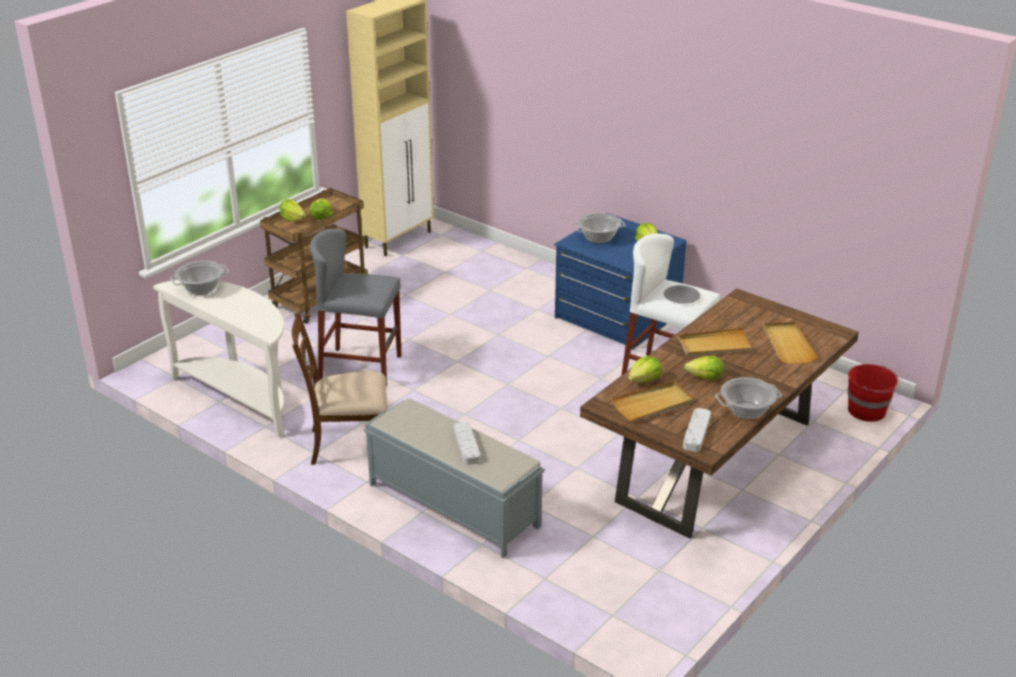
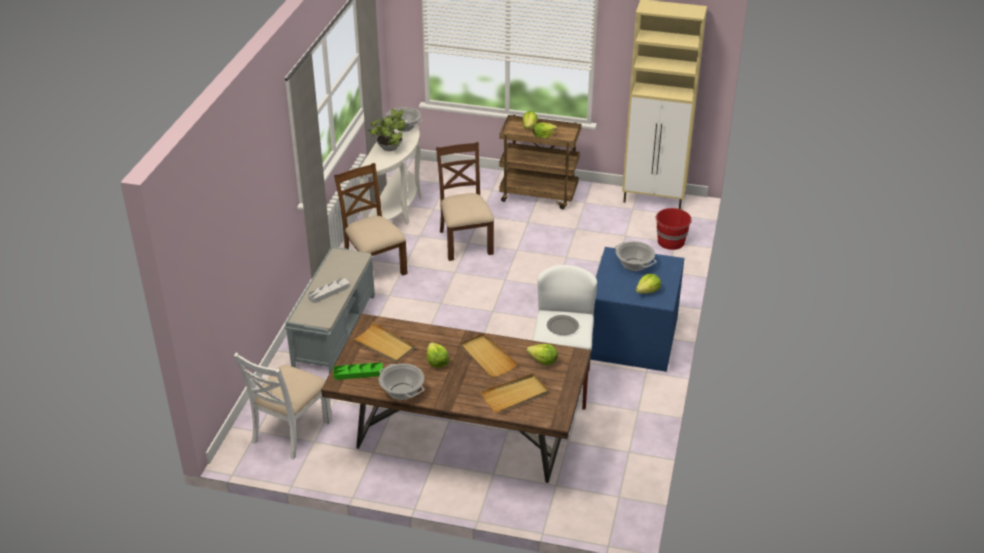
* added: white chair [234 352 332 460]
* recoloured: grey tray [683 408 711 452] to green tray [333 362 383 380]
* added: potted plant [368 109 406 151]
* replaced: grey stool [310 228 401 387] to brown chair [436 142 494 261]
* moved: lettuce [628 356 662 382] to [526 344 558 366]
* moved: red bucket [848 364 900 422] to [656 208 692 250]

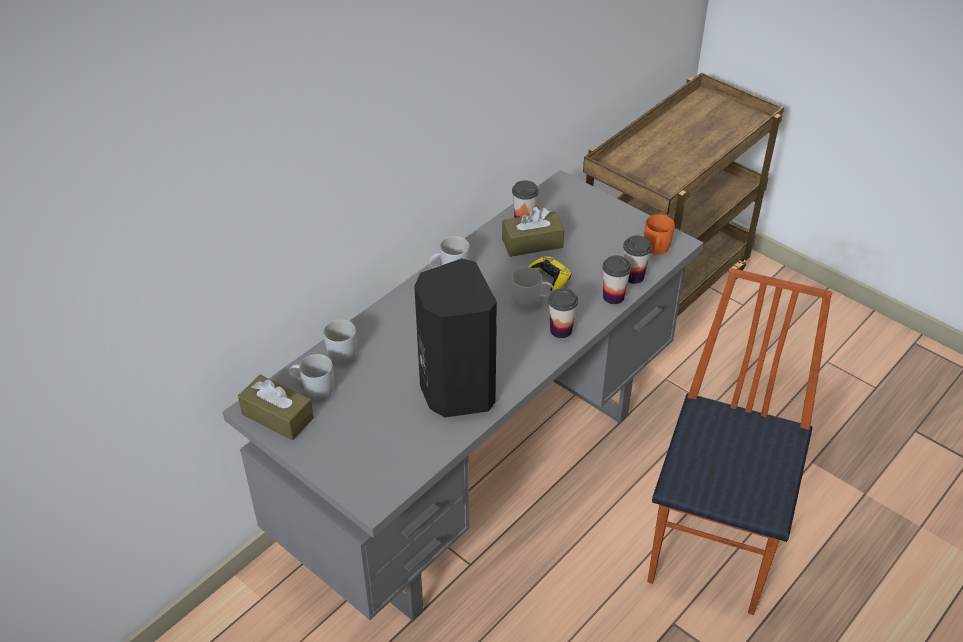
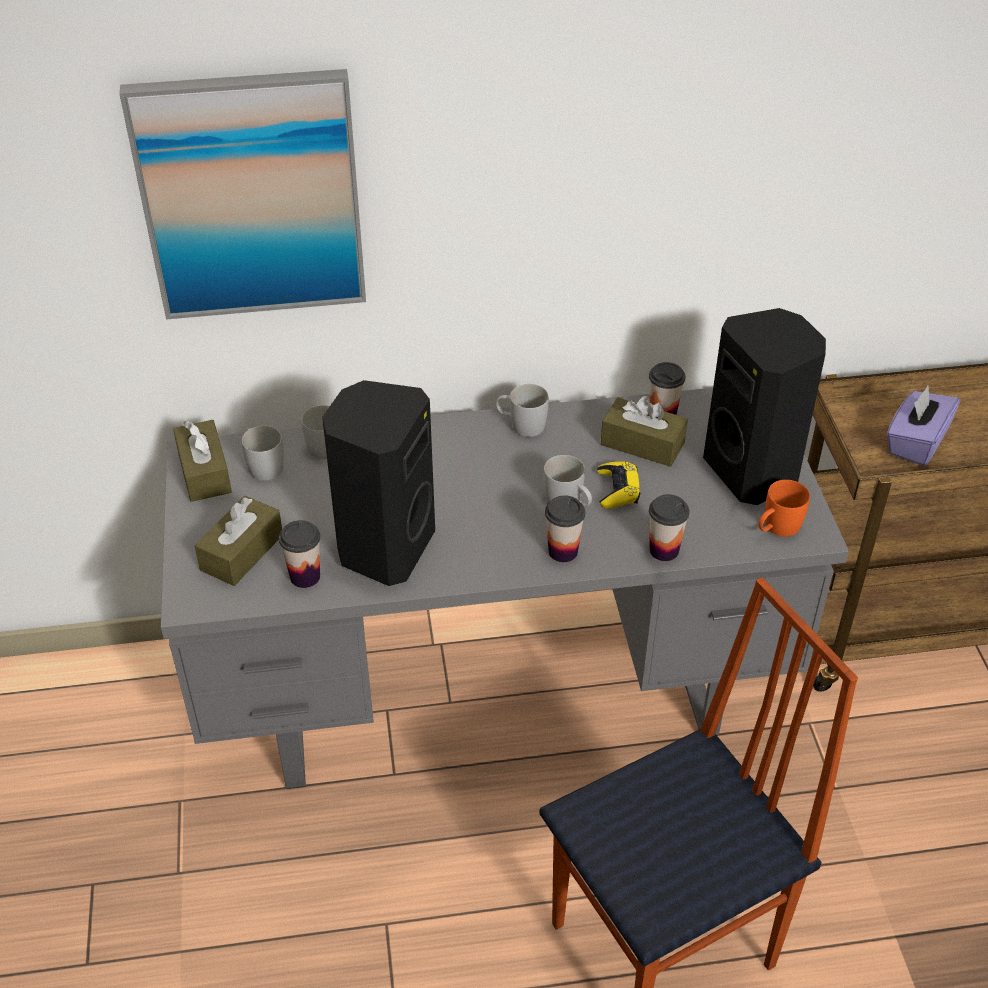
* added: picture [119 69 366 319]
* added: brown tissue box [194 496 282 586]
* moved: cup [623 235 652 284] to [279 520 320 588]
* added: black speaker [703 308 826 505]
* added: purple tissue box [887 386 960 466]

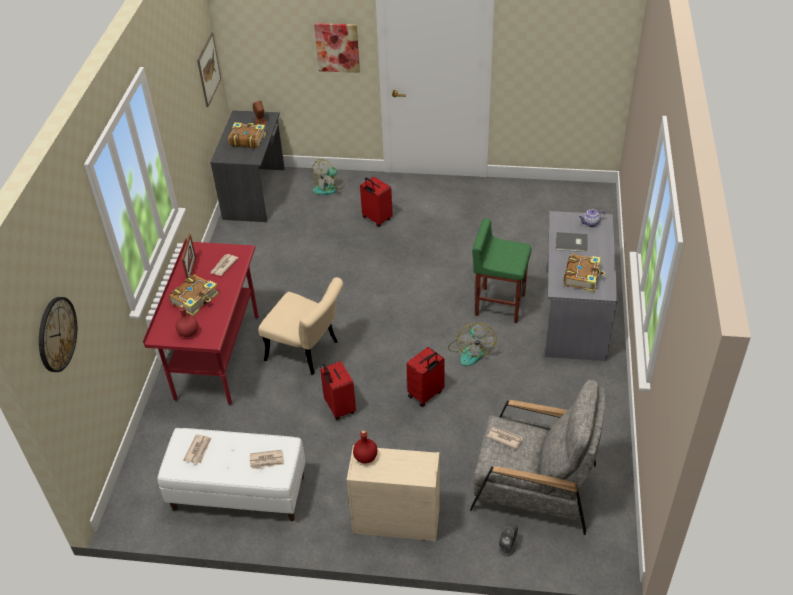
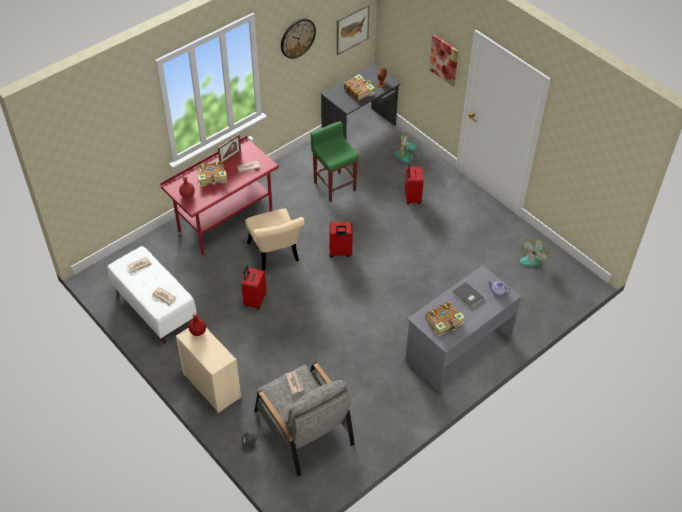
* moved: wall clock [39 297 77 372] to [281 18 316 59]
* moved: green stool [472 219 531 323] to [311 121 359 202]
* moved: red suitcase [407 347 445 407] to [329 222 353 258]
* moved: fan [448 323 497 366] to [520 237 549 267]

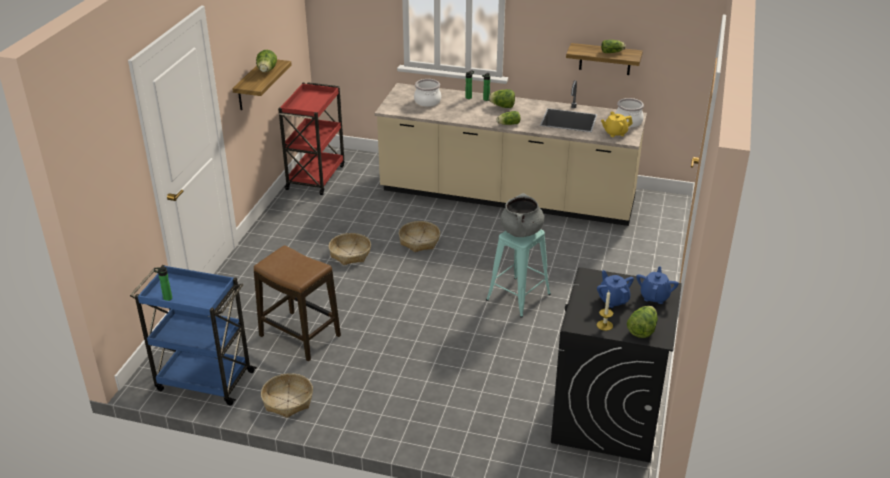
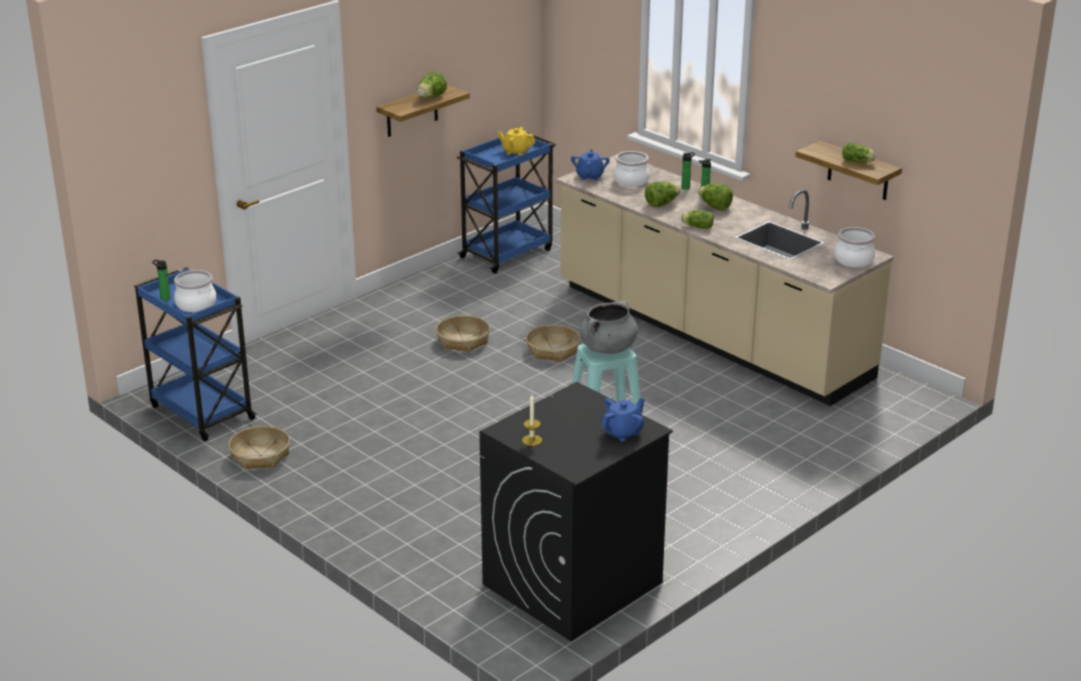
* added: cooking pot [174 270 216 312]
* recoloured: red cart [278 82 345 195] to blue cart [457 132 556 274]
* moved: yellow teapot [601 111 633 137] to [497 127 535 156]
* moved: blue teapot [597 270 634 308] to [571 149 610 181]
* moved: lettuce [627 306 658 338] to [645 181 680 207]
* removed: stool [254 245 341 361]

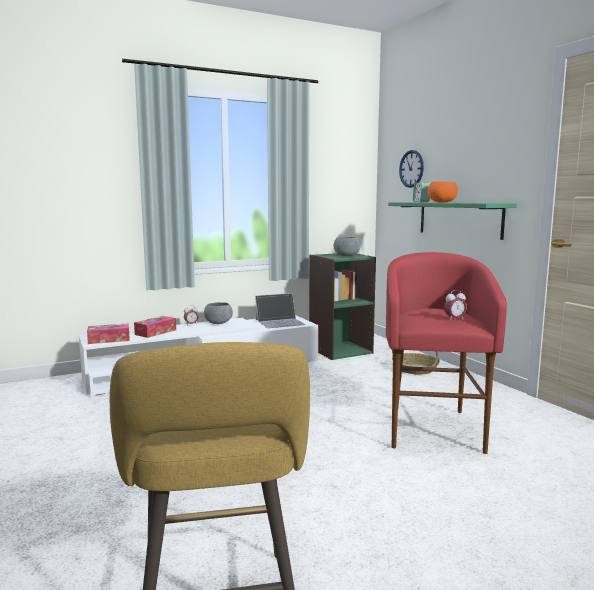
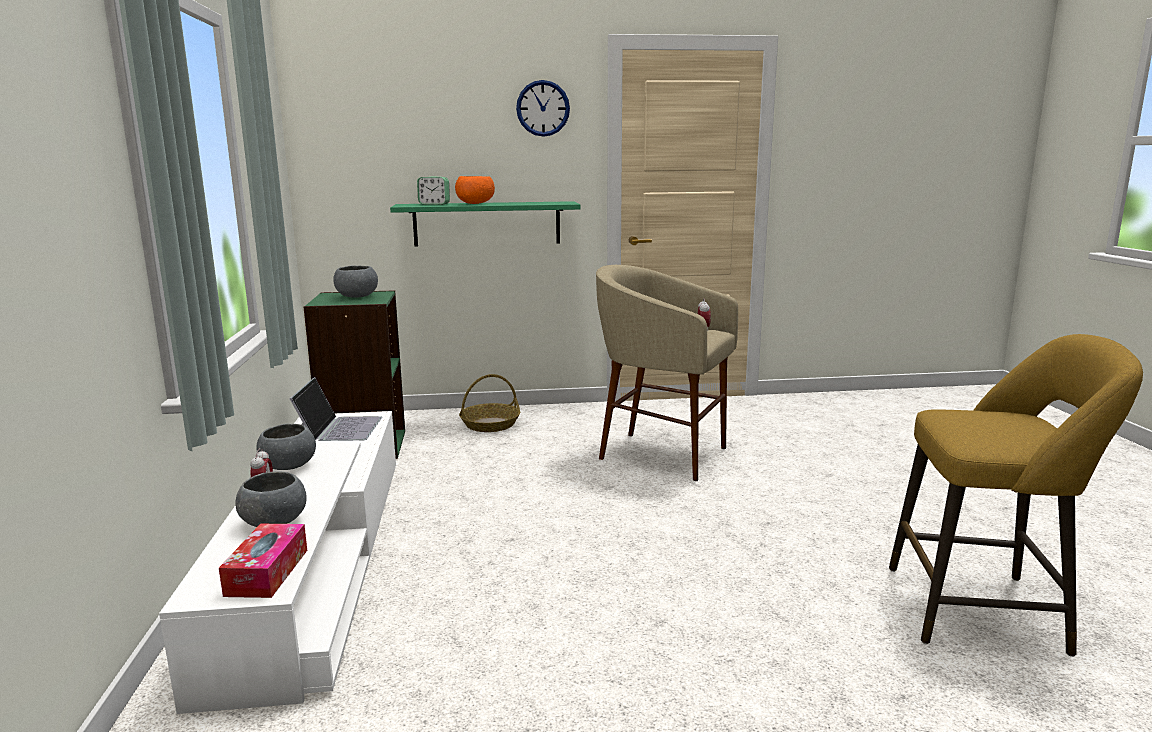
* replaced: tissue box [134 316 176 338] to grey bowl [235 471 307 527]
* moved: wall clock [399 150 424 188] to [516 80 570 137]
* recoloured: red stool [386 252 507 454] to beige stool [596 265 738 481]

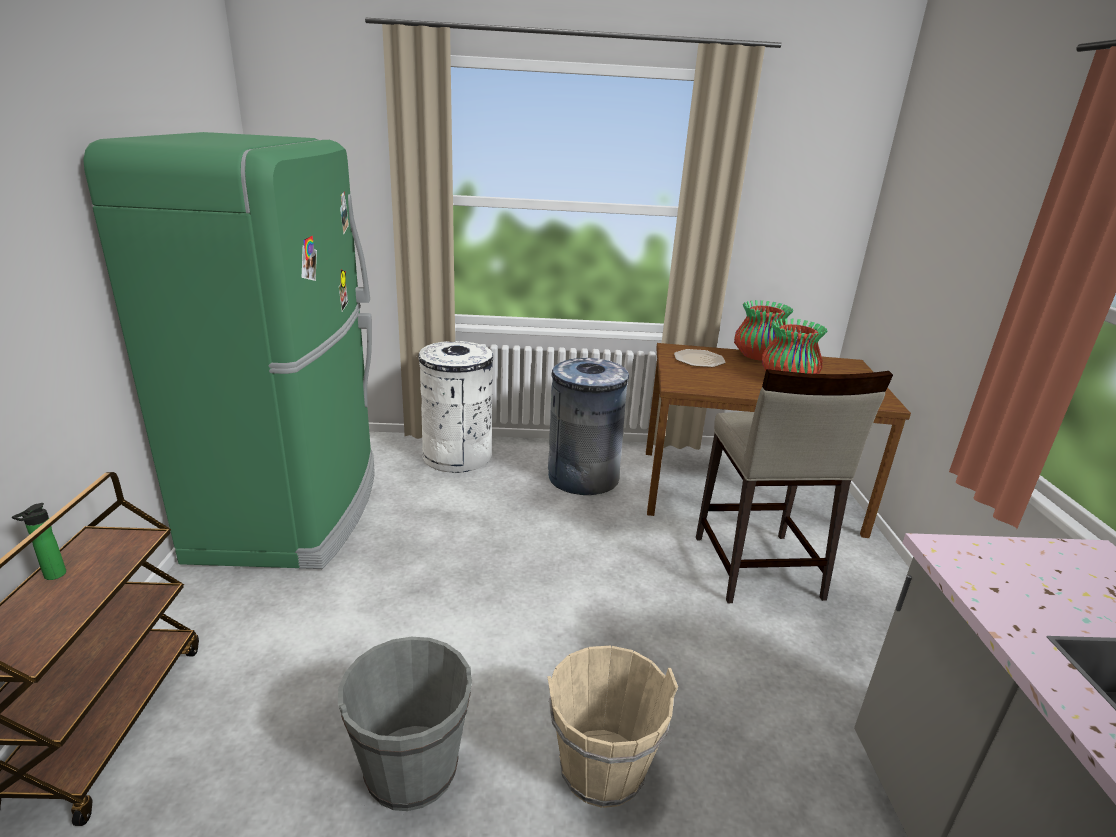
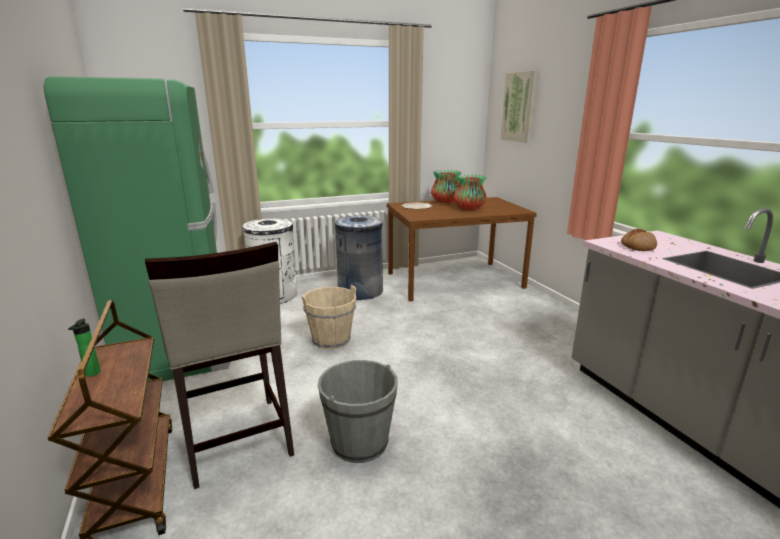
* moved: beige stool [696 369 893 603] to [145 242 294 489]
* moved: beige bucket [548 646 678 808] to [301 285 356 350]
* added: picture [500 70 538 143]
* added: bread [621 228 657 251]

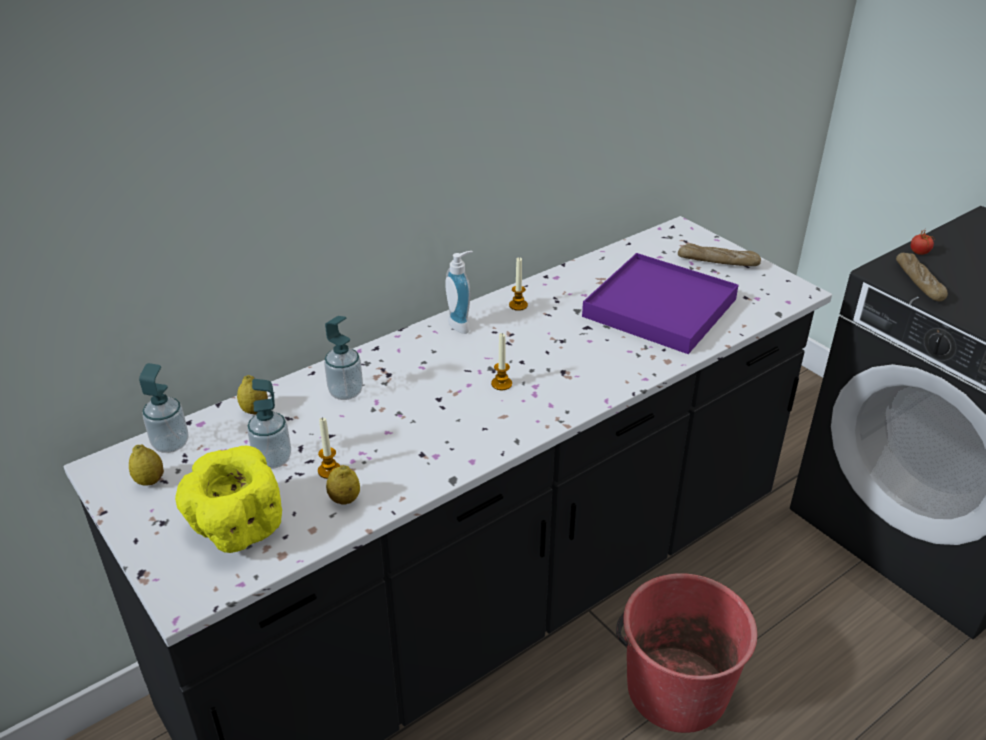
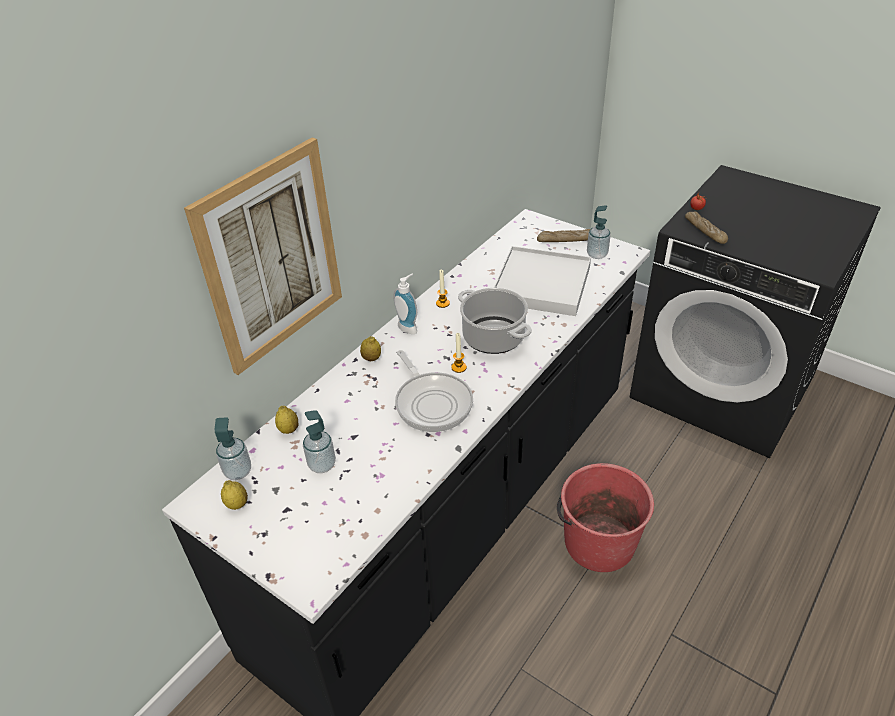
* added: picture [184 137 342 375]
* moved: lemon [326 465 360 505] to [360 336 381 361]
* added: frying pan [395 350 473 432]
* added: cooking pot [458 288 532 354]
* recoloured: purple tray [582 253 738 354] to white tray [494 246 591 316]
* moved: soap dispenser [324 316 363 400] to [587 205 611 259]
* removed: yellow bowl [175 446 282 553]
* removed: candle [318 417 340 479]

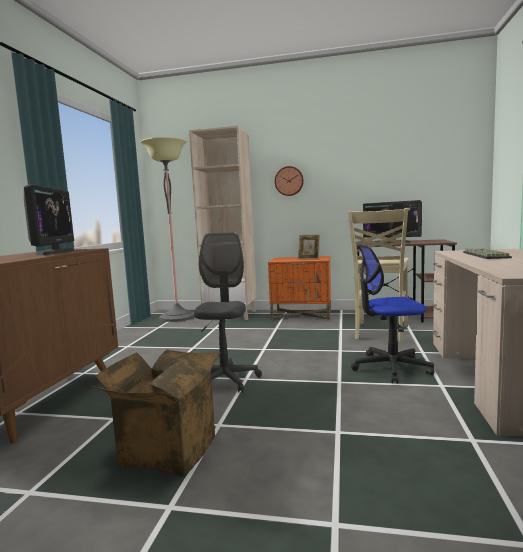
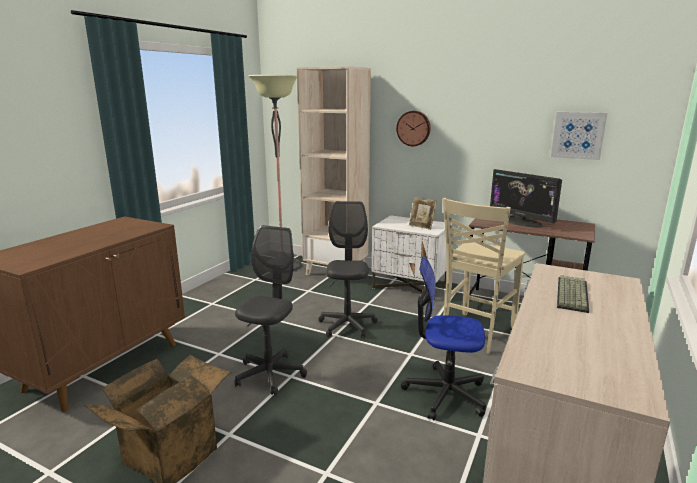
* added: grey office chair [319 201 378 337]
* recoloured: orange nightstand [268 256 331 320] to white nightstand [372 215 452 301]
* added: picture [551 112 607 160]
* removed: monitor [24 184 74 255]

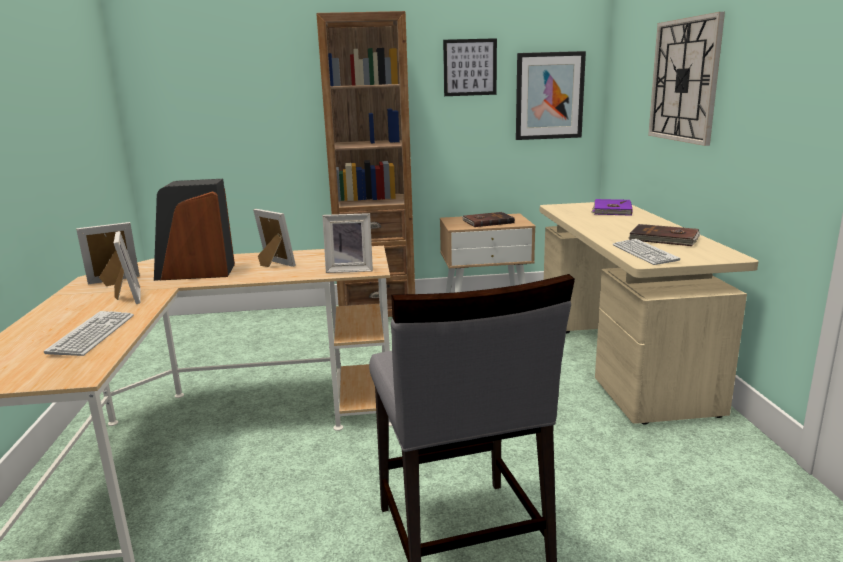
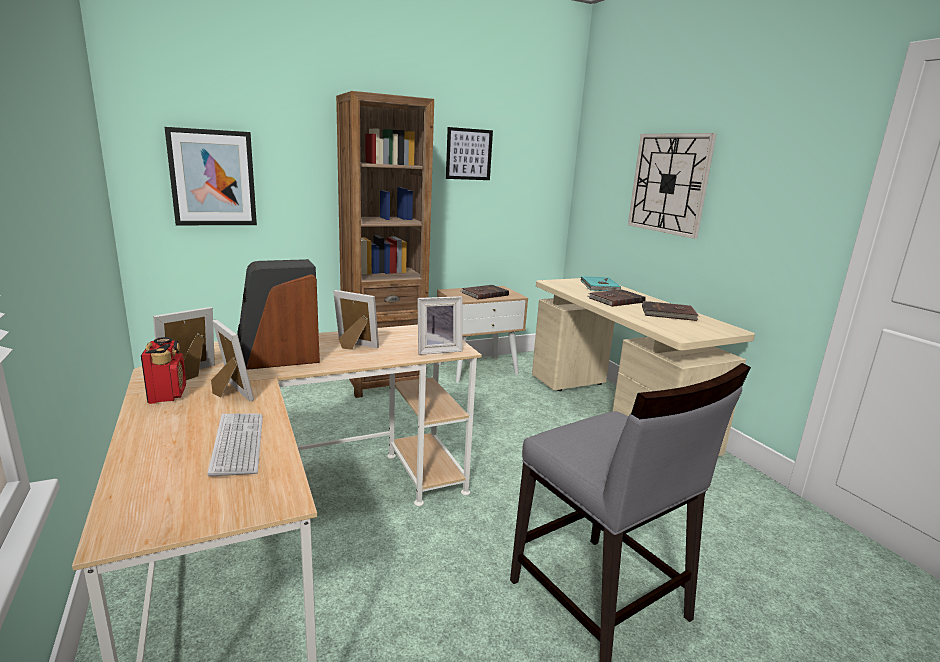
* added: radio [141 337 186 404]
* moved: picture [516 51 586 140] to [165 127 257 225]
* recoloured: purple book [591 199 633 216] to turquoise book [580 276 621 291]
* added: brown book [588 289 646 307]
* removed: keyboard [613 239 680 265]

